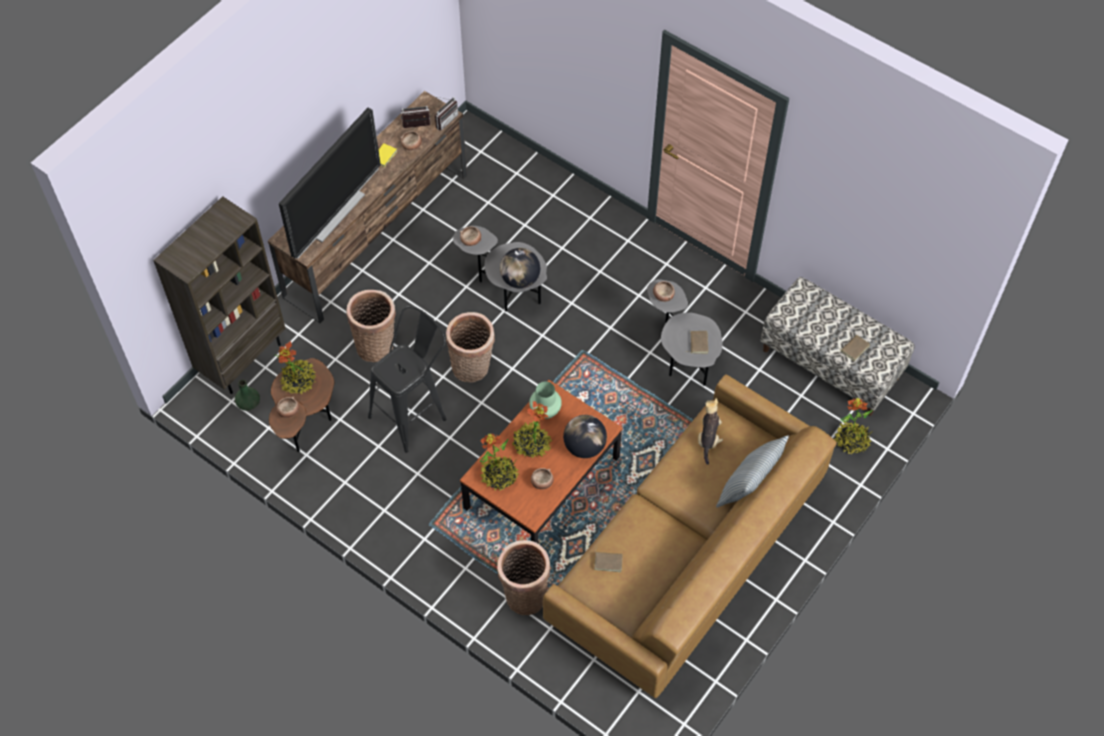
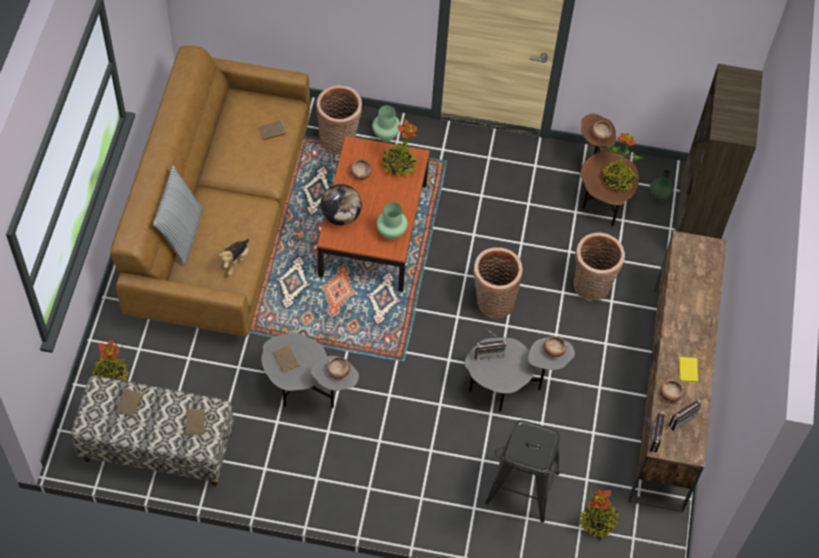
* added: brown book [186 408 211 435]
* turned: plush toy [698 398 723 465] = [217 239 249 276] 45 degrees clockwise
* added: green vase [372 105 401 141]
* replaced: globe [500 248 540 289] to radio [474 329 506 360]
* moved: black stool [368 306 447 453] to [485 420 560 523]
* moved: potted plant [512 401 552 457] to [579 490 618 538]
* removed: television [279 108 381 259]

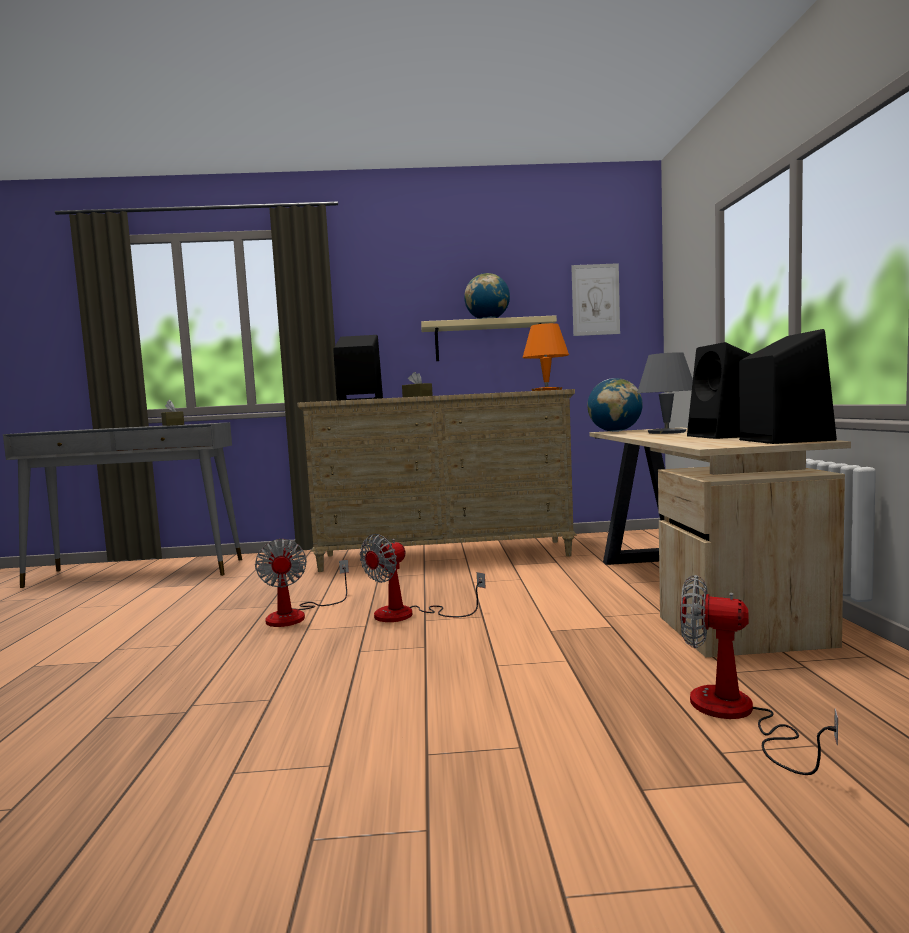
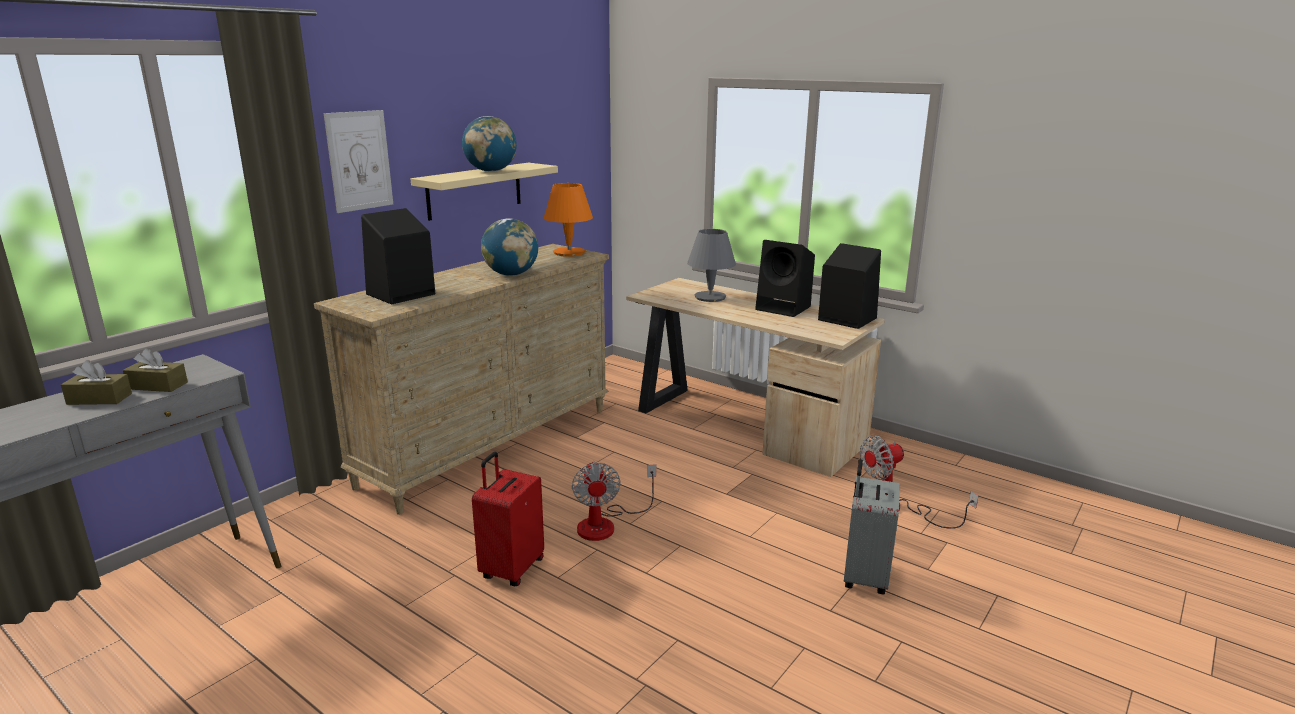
* moved: brown tissue box [402 372 433 397] to [61 360 132 405]
* moved: picture [571 263 620 336] to [324 110 393 213]
* replaced: fan [255 539 349 627] to red suitcase [472 452 544 586]
* moved: globe [587 378 643 432] to [481 218 538 276]
* added: grey suitcase [844 459 900 595]

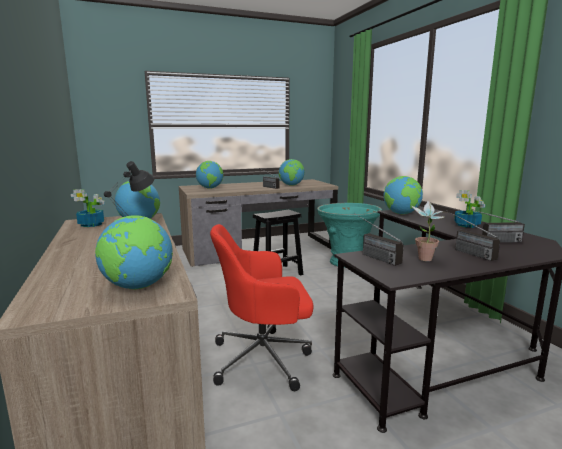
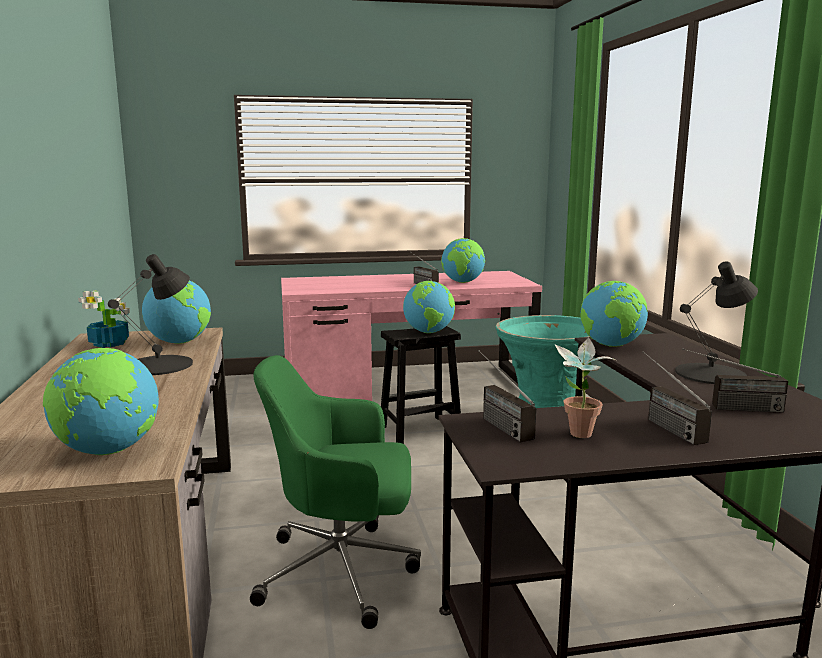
* recoloured: red office chair [210 224 314 391] to green office chair [250 355 421 629]
* recoloured: brown desk [179 179 338 267] to pink desk [281 271 542 401]
* moved: globe [196 161 223 189] to [403 281 455 333]
* replaced: potted plant [454 190 485 228] to black table lamp [675 261 758 384]

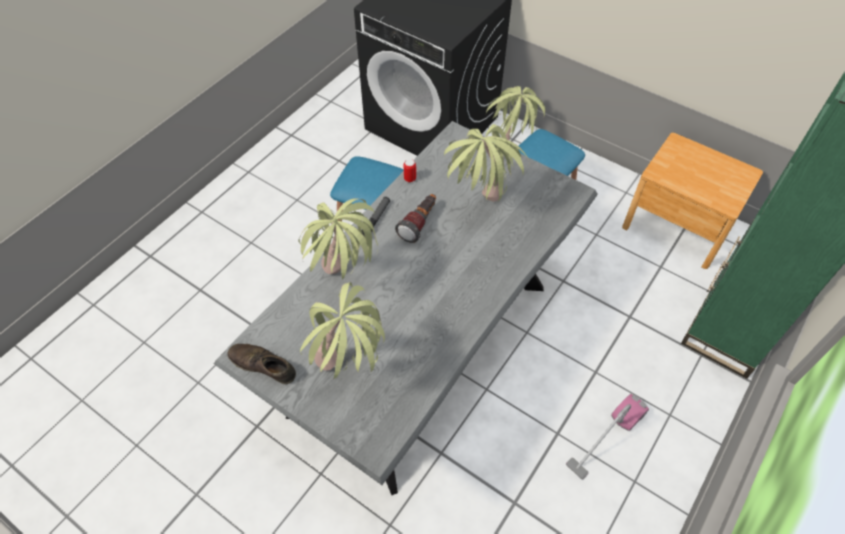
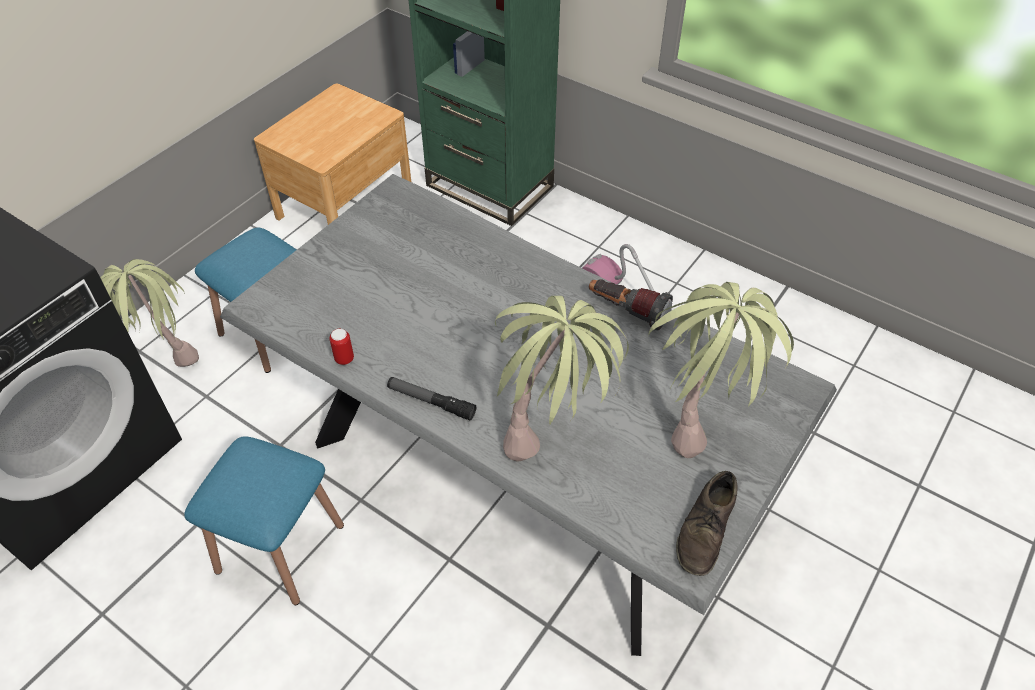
* moved: flashlight [395 194 436 243] to [589 279 673 330]
* removed: potted plant [444 124 529 203]

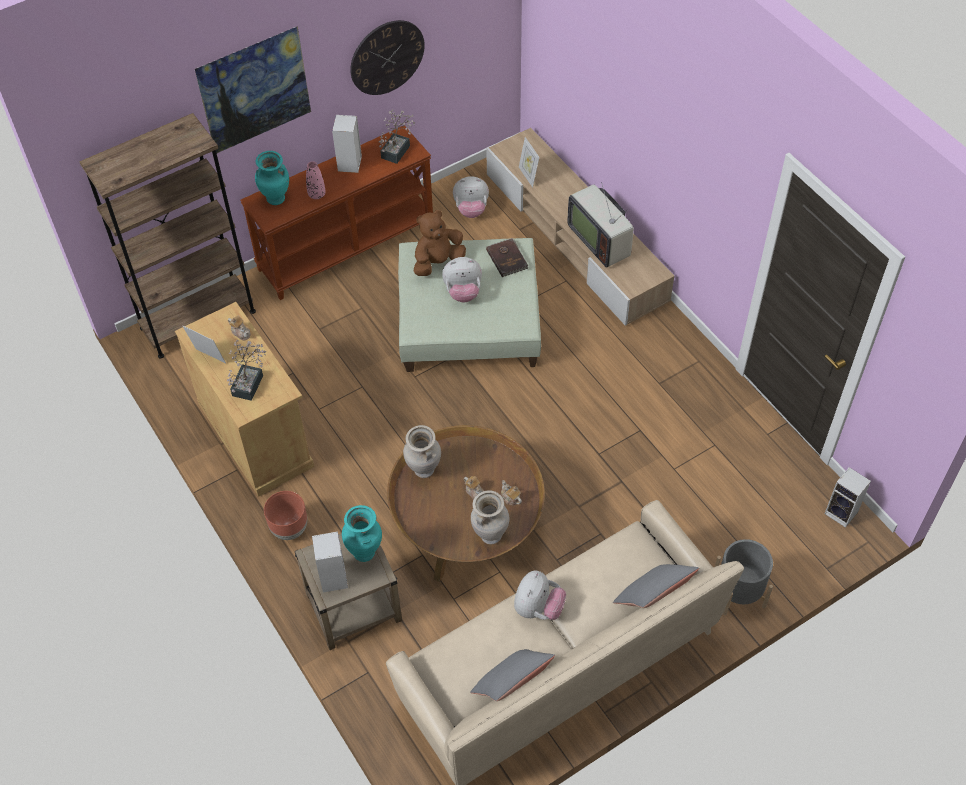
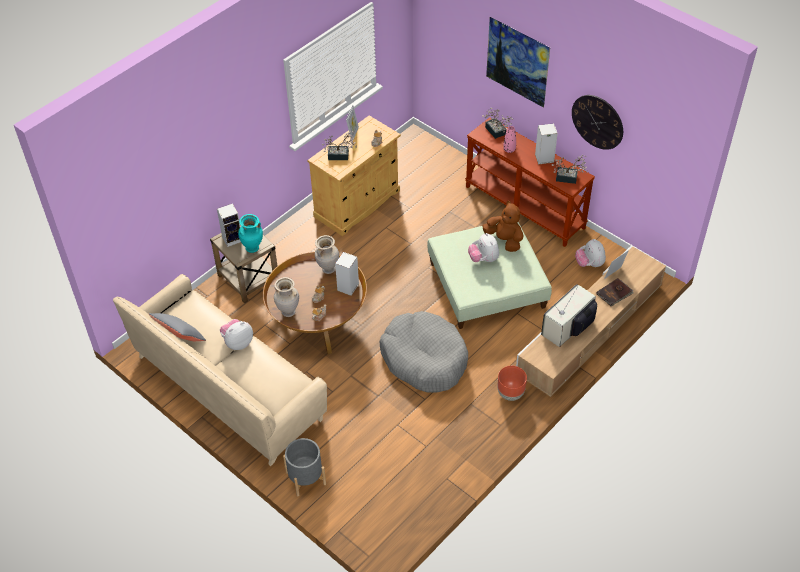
* turned: plush toy [514 571 566 620] = [220 319 253 350] 135 degrees clockwise
* moved: speaker [825 467 871 528] to [335 252 359 296]
* added: grey dog bed [380 311 468 393]
* replaced: turquoise vase [255 151 289 205] to potted plant [482 108 513 139]
* moved: brown planter [264 491 307 540] to [498 366 527 401]
* moved: brown book [486 238 528 277] to [596 278 633 307]
* removed: brown bookcase [79 113 256 359]
* removed: grey pillow [613 564 699 608]

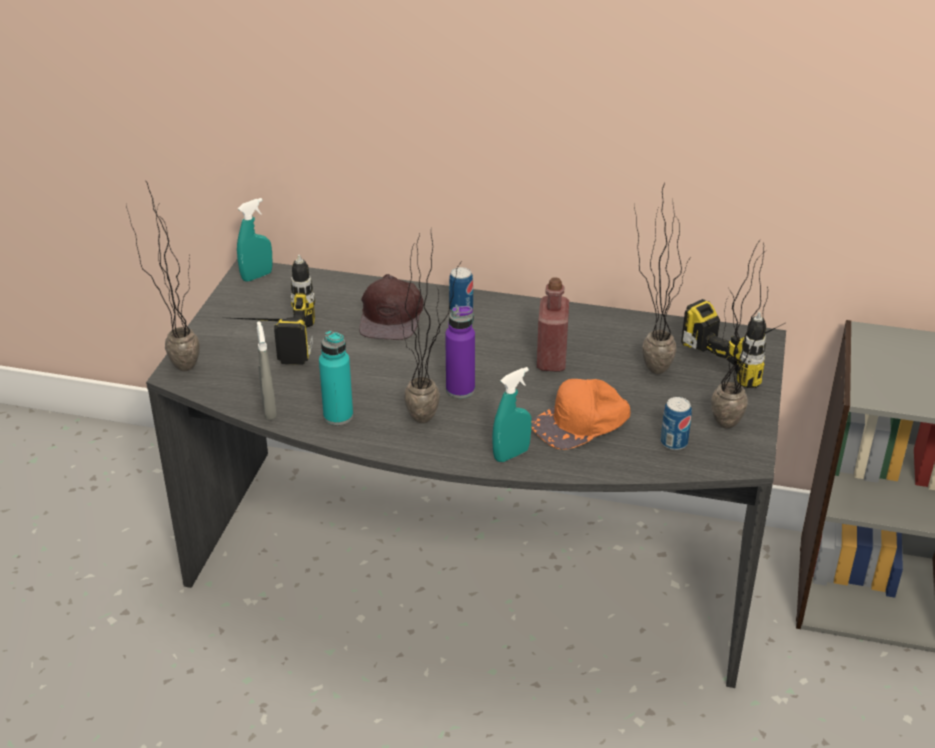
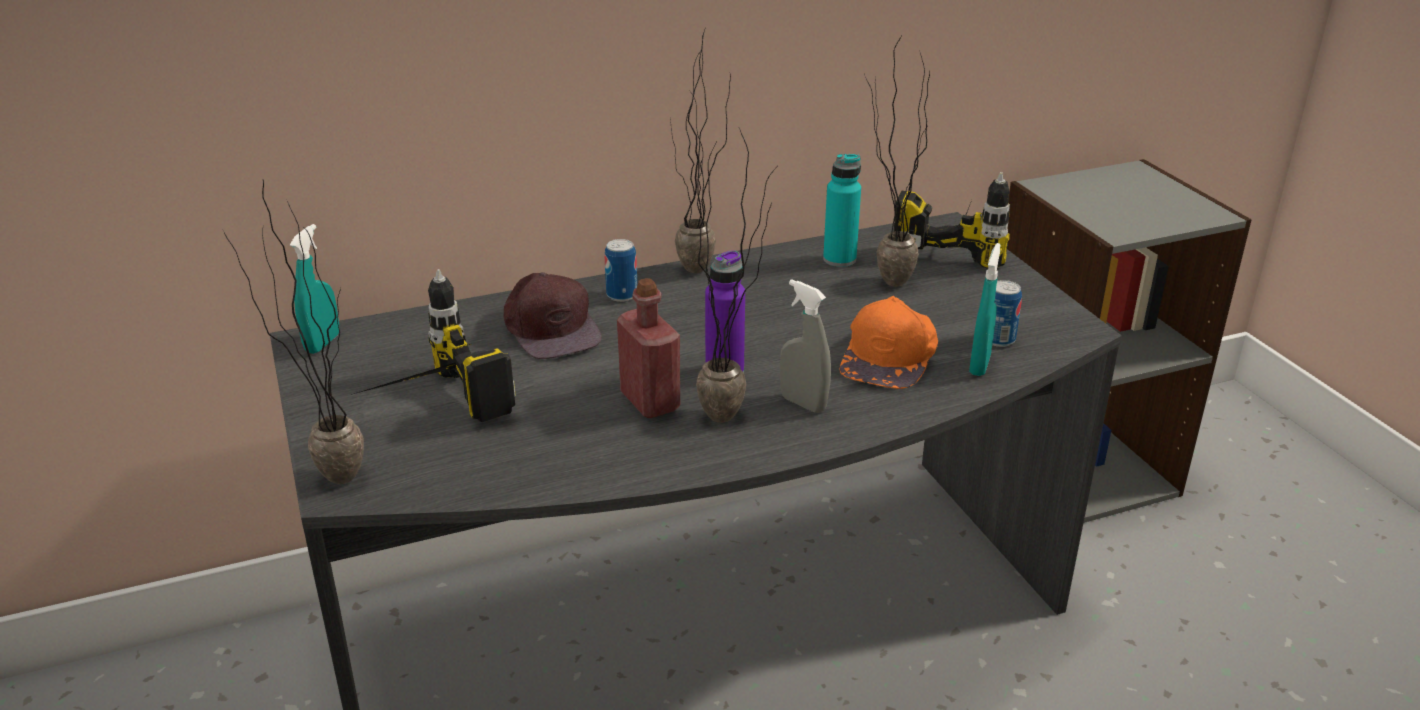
* moved: red bottle [537 277 569 372] to [617 278 680 418]
* moved: potted plant [711 238 768 429] to [670 27 731 273]
* moved: grey spray bottle [257 321 277 420] to [780 279 831 413]
* moved: turquoise bottle [319 330 353 425] to [823 154 861 267]
* moved: turquoise spray bottle [492 367 531 462] to [969 243 1001 376]

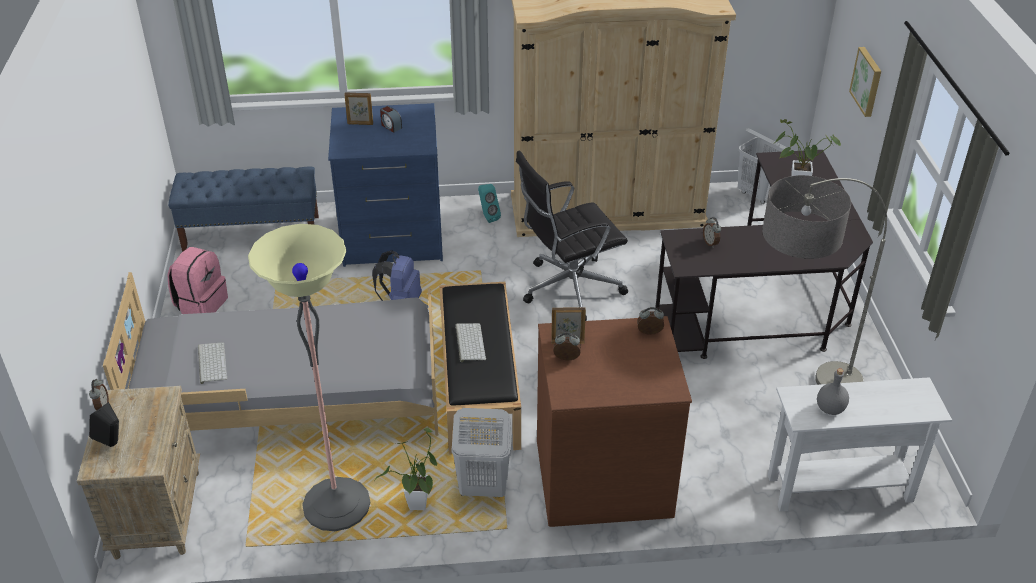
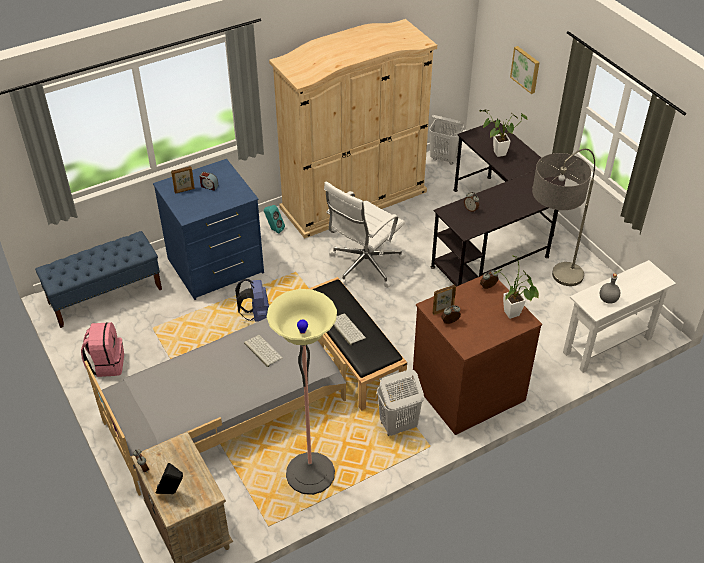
* moved: keyboard [198 342 227 384] to [244 335 283 367]
* recoloured: black office chair [516 151 628 321] to white office chair [324 181 406 288]
* moved: potted plant [375 427 437 510] to [494 255 539 319]

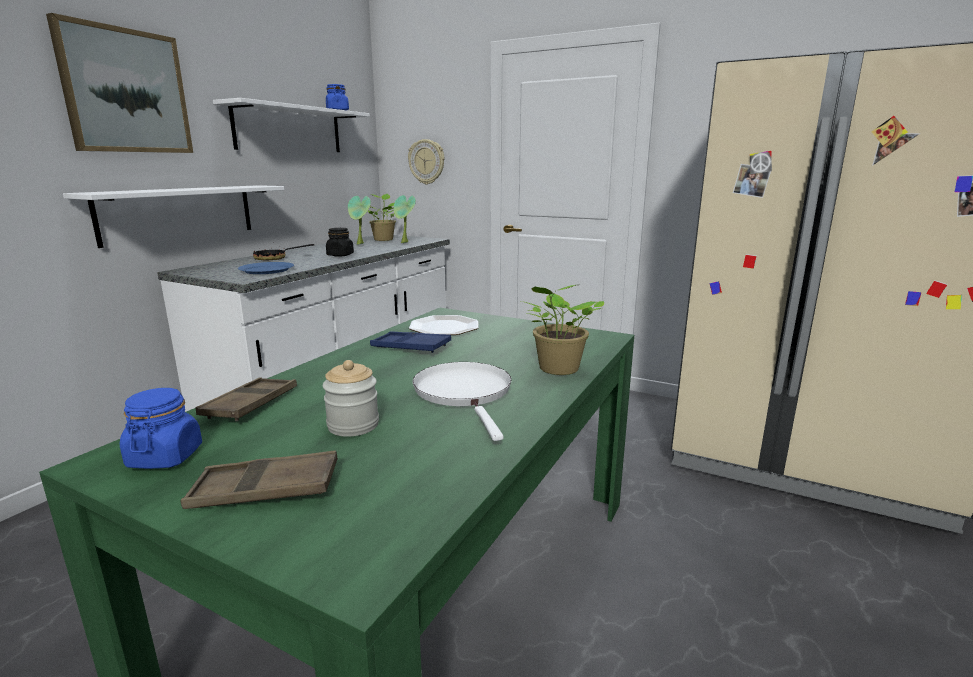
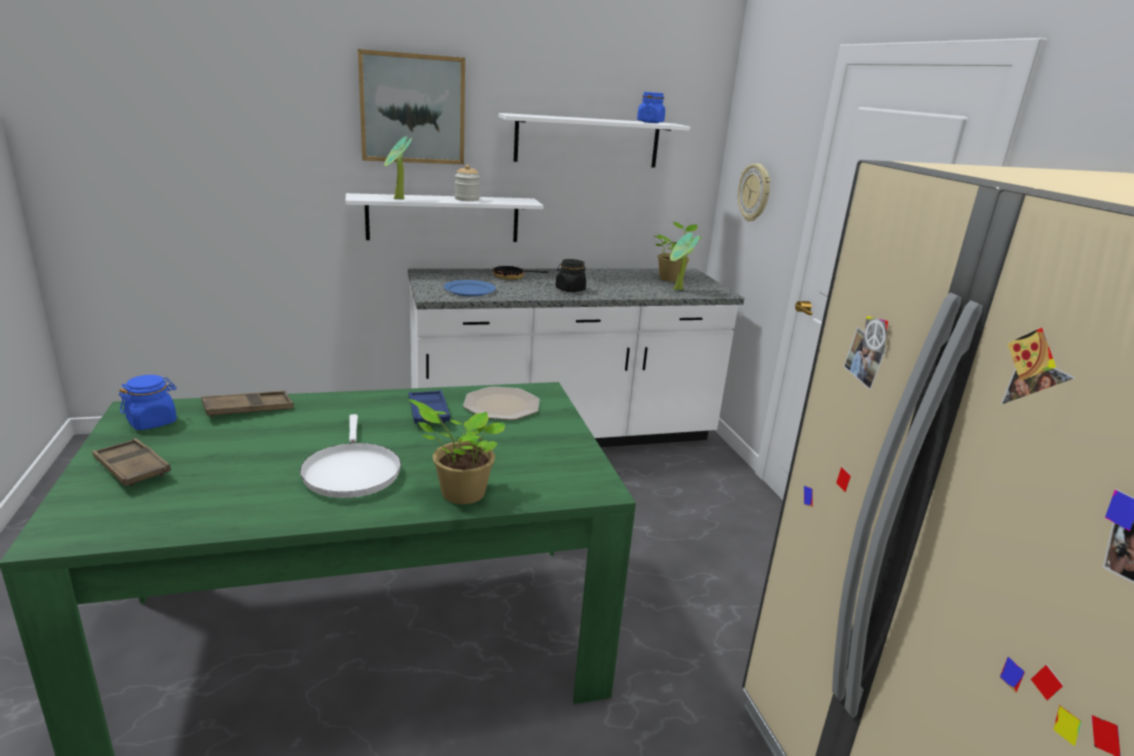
* turned: white frying pan [413 362 512 441] = [300 414 401 498] 135 degrees clockwise
* moved: potted plant [348 196 371 244] to [384 136 412 199]
* moved: jar [323 360 379 437] to [455 164 480 201]

